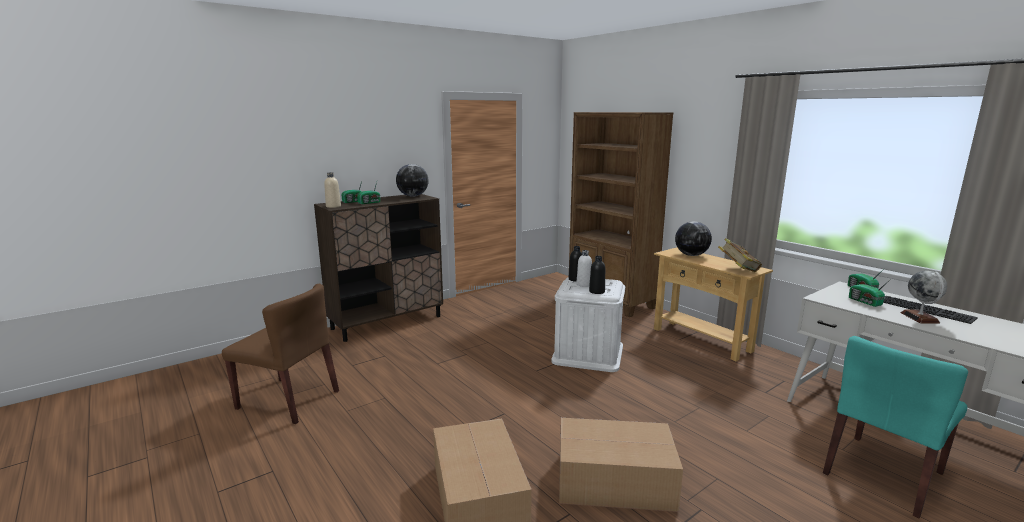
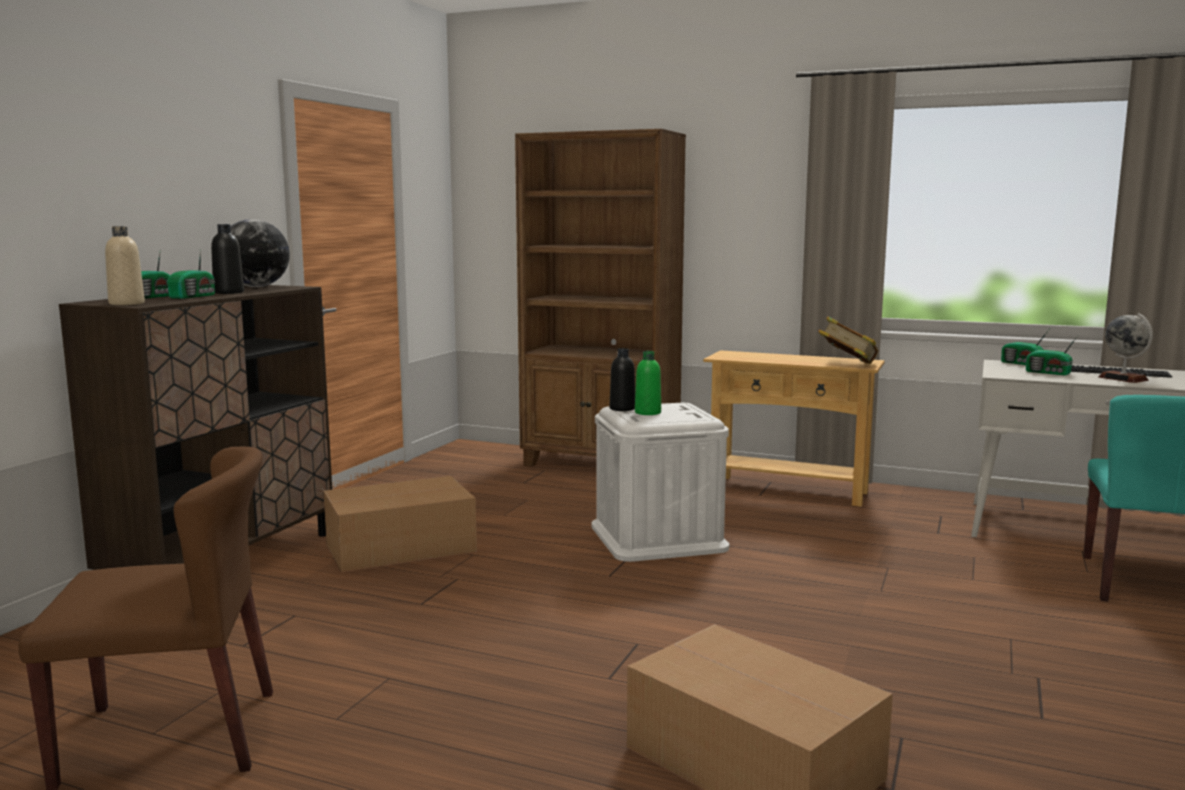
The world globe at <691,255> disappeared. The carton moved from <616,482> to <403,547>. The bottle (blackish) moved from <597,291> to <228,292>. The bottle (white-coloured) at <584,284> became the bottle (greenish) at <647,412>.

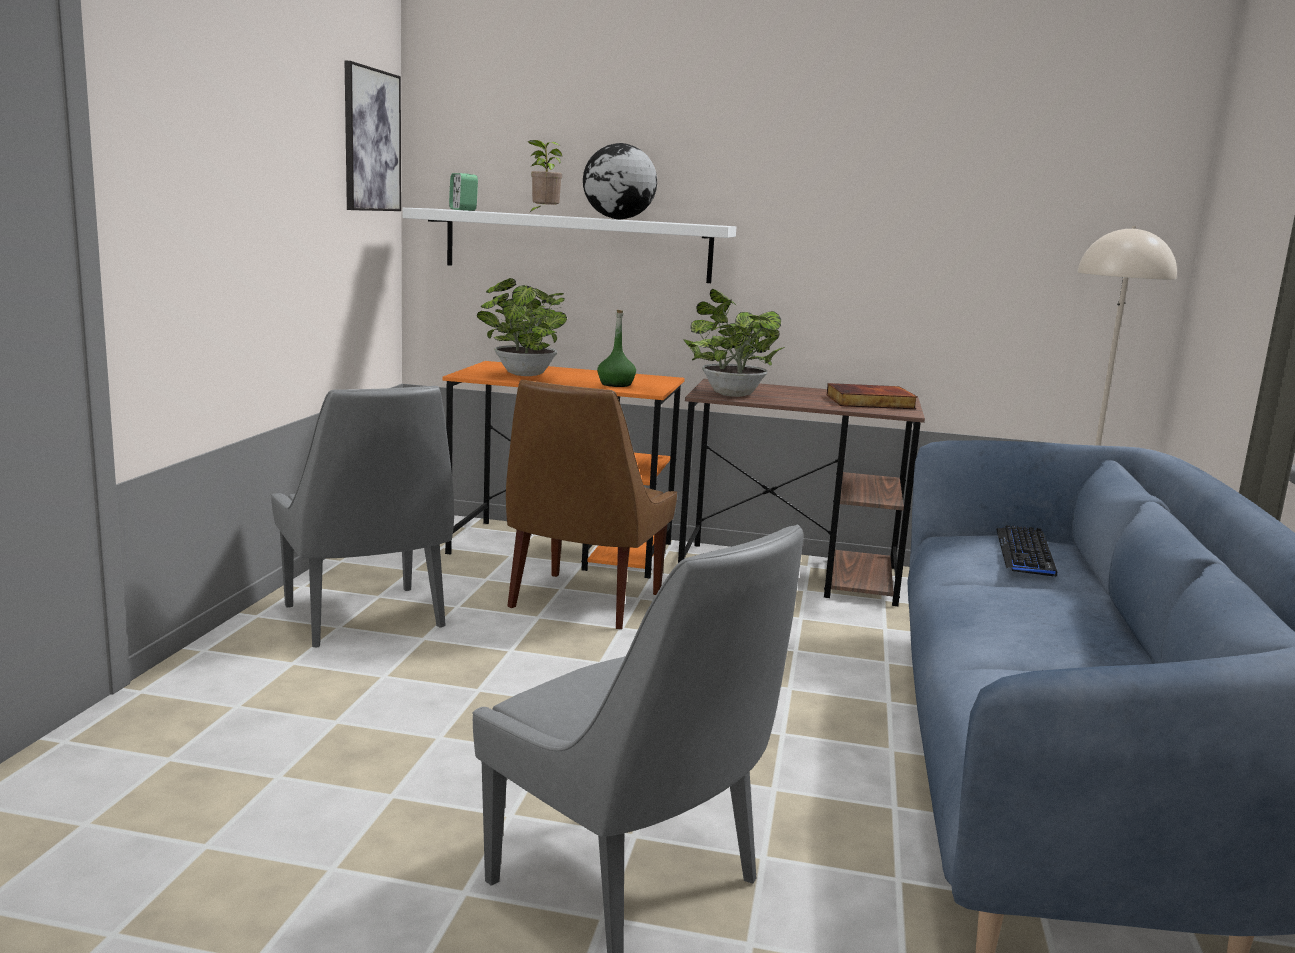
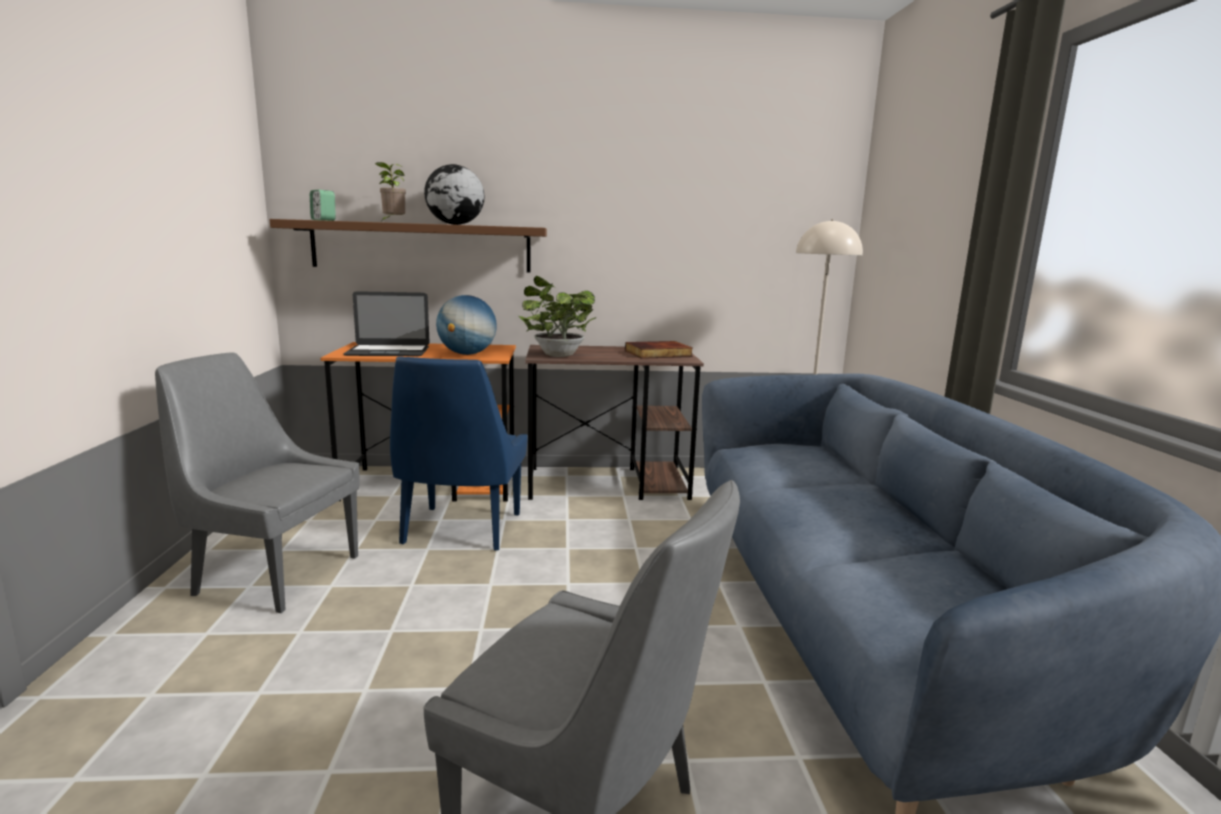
The wall art at <371,140> disappeared. The keyboard at <1025,552> disappeared. The potted plant at <522,374> was replaced by the laptop at <388,351>. The bottle (greenish) at <616,384> was replaced by the world globe at <467,354>. The bracket shelf (white-coloured) at <577,245> became the bracket shelf (brown) at <422,247>. The chair (brown) at <582,603> became the chair (blue-coloured) at <460,530>. The chair (gray) at <366,619> turned 150 degrees clockwise.

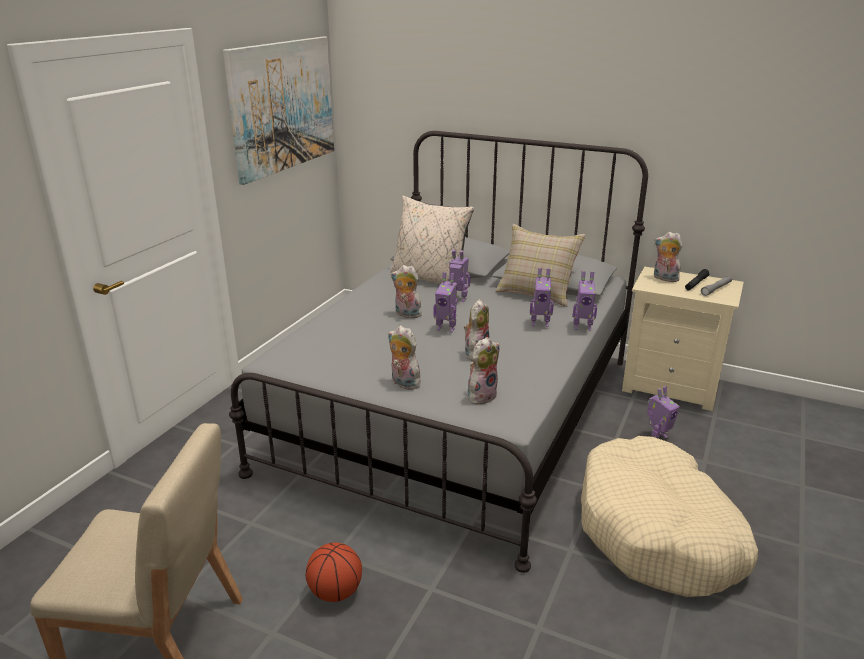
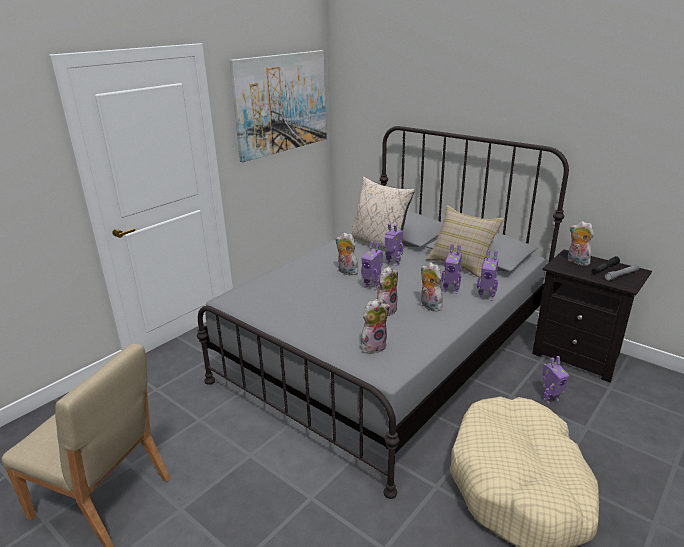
The ball for basketball at <335,592> disappeared. The soft toy moved from <403,383> to <429,306>. The nightstand (beige-coloured) at <671,387> became the nightstand (blackish) at <579,355>.

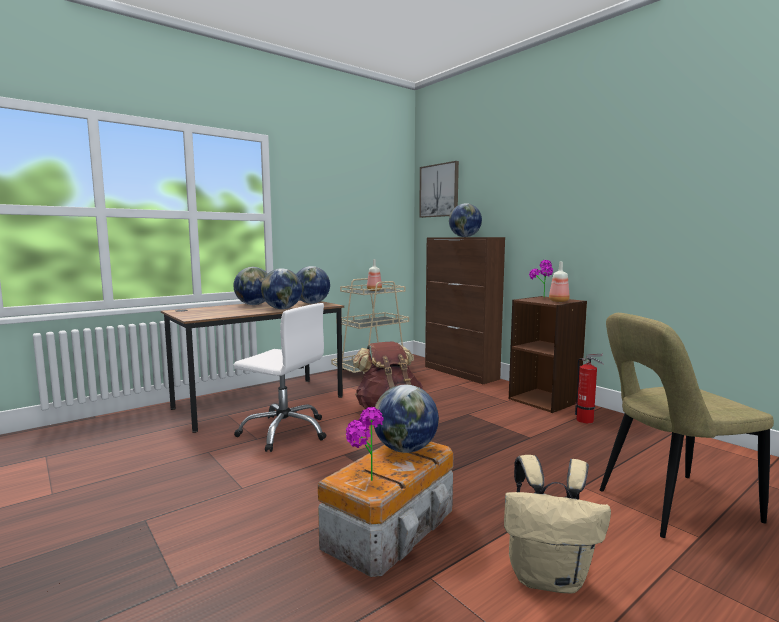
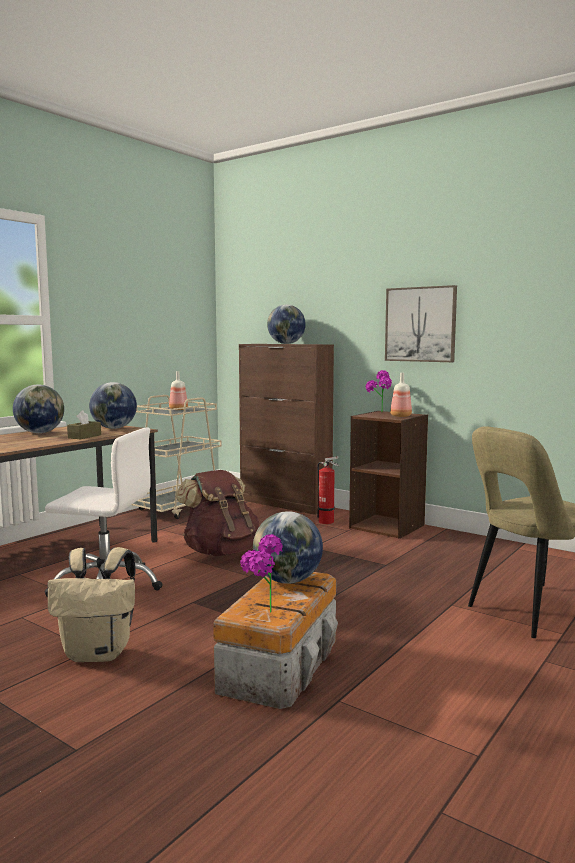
The wall art moved from <439,190> to <420,324>. The knapsack (beige-coloured) moved from <548,577> to <99,653>. The extinguisher moved from <586,421> to <327,522>. The world globe at <282,309> was replaced by the tissue box (brown) at <84,436>.

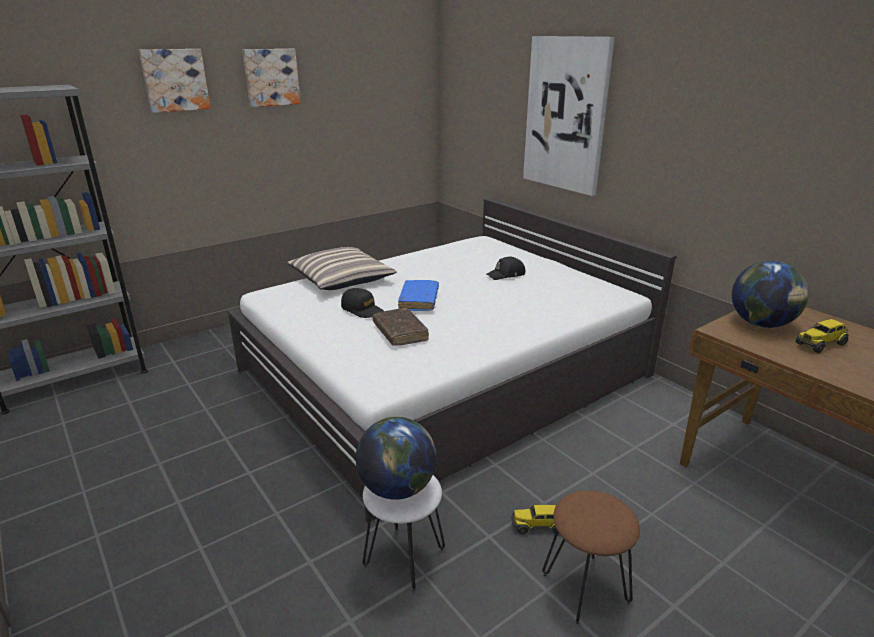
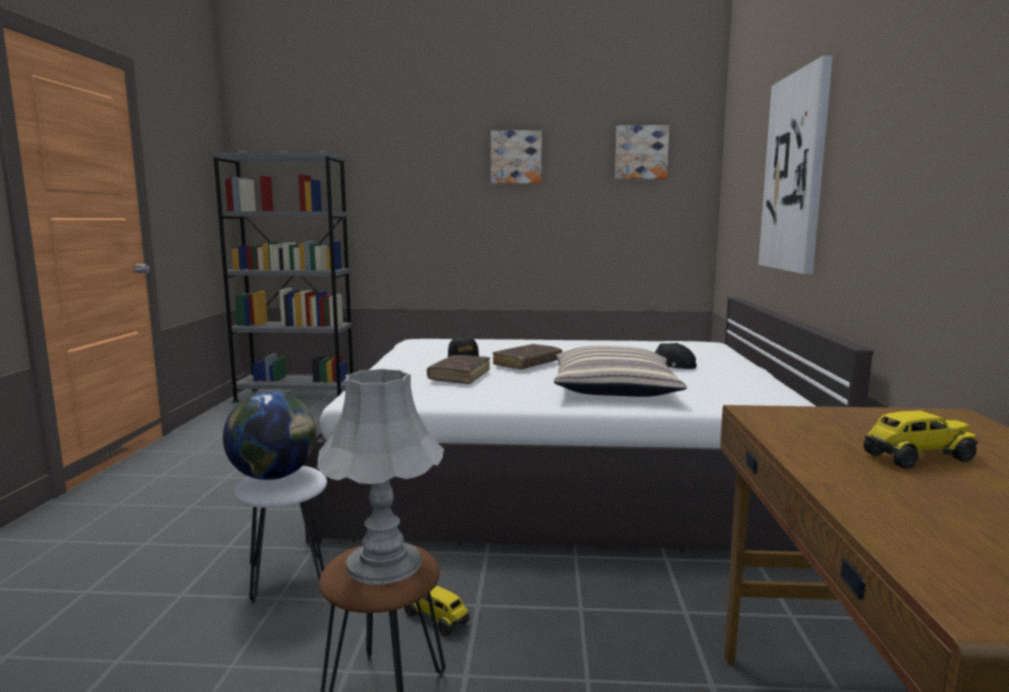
The world globe at <761,324> disappeared. The lamp for a table (gray) at <384,563> appeared. The wall art moved from <175,80> to <641,152>. The pillow moved from <341,279> to <614,389>. The bound book (blue-coloured) at <419,301> became the bound book (brown) at <527,364>. The toy lorry at <820,344> turned 150 degrees clockwise.

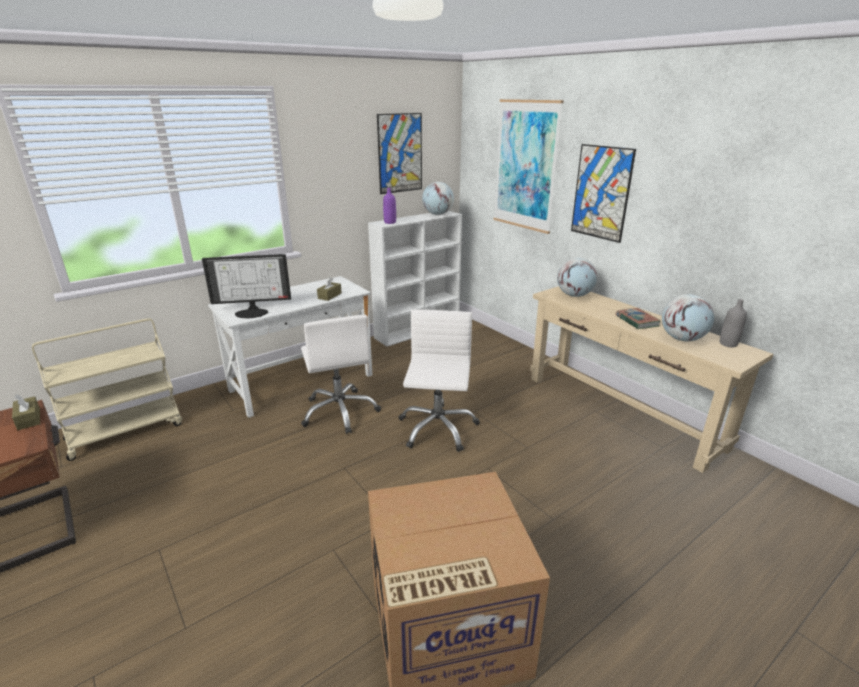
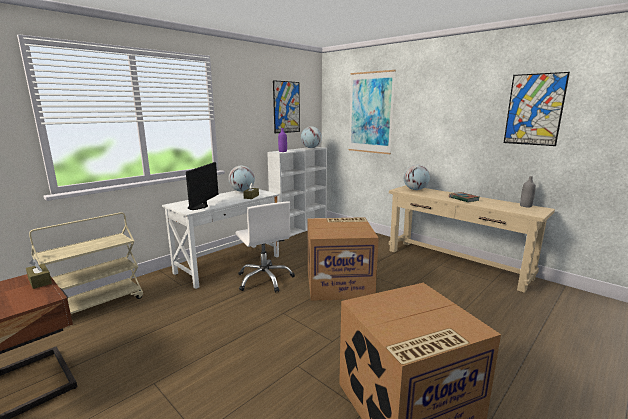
The wall art moved from <601,193> to <534,109>. The world globe moved from <682,339> to <242,191>. The desk chair (white-coloured) at <437,428> was replaced by the carton at <339,283>. The monitor at <252,312> turned 120 degrees clockwise.

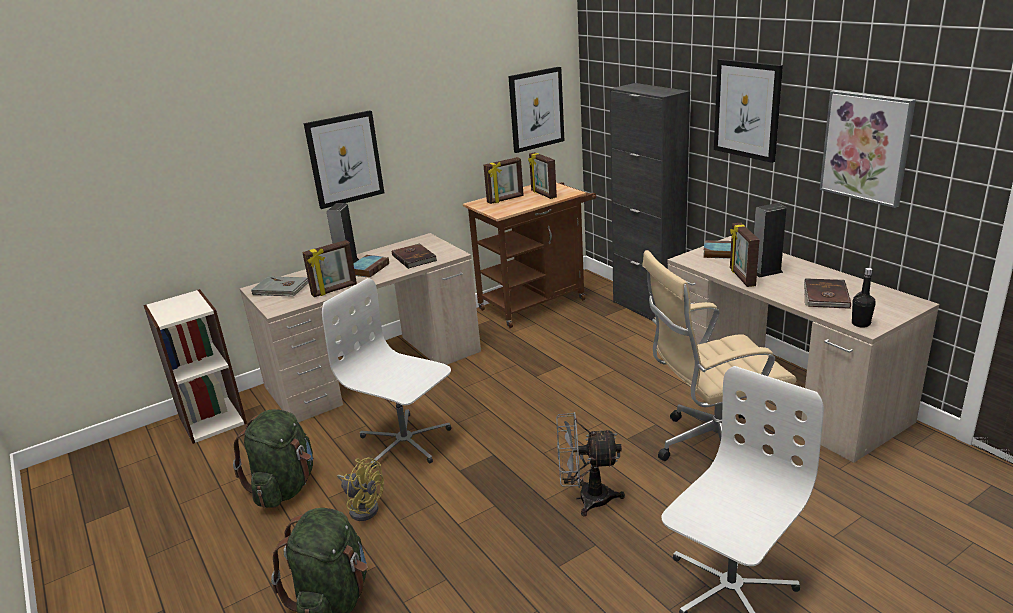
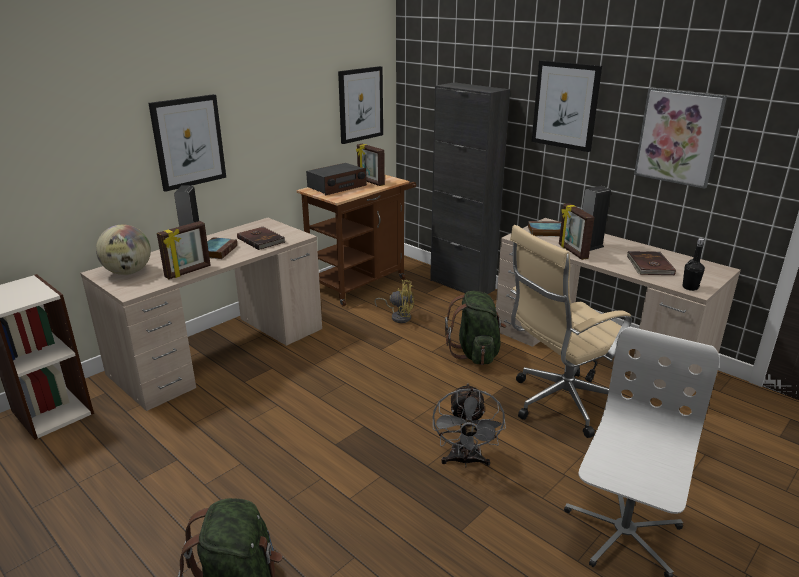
The desk chair (white-coloured) at <404,442> disappeared. The knapsack (greenish) moved from <285,487> to <475,353>. The cooling fan (yellow) moved from <363,507> to <399,316>. The bound book (gray) at <281,289> was replaced by the world globe at <128,272>. The photo frame at <505,199> was replaced by the radio receiver at <337,186>. The cooling fan (gray) at <586,498> turned 75 degrees counterclockwise.

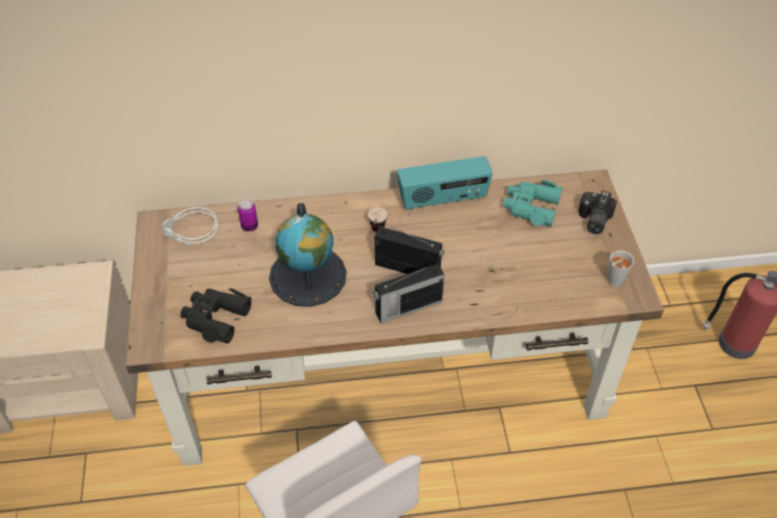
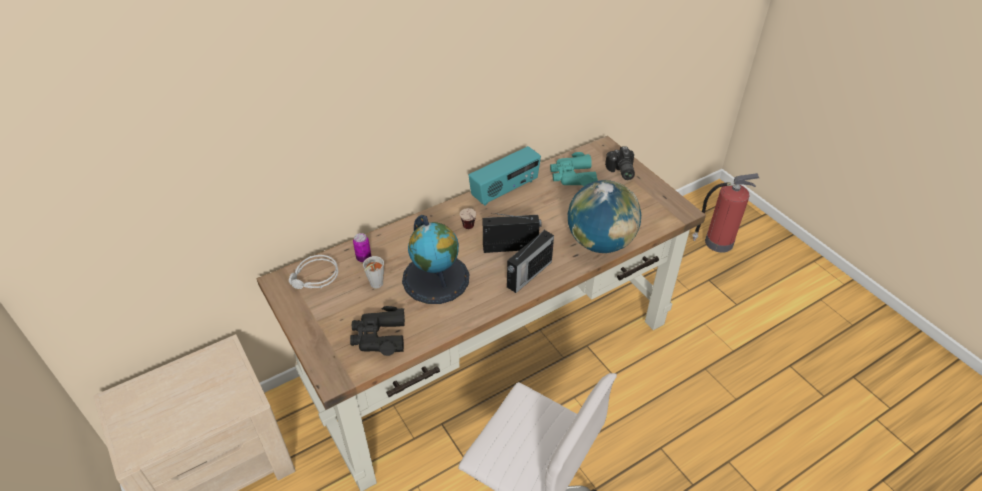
The world globe at <600,243> appeared. The small cup (gray) moved from <612,282> to <374,285>.

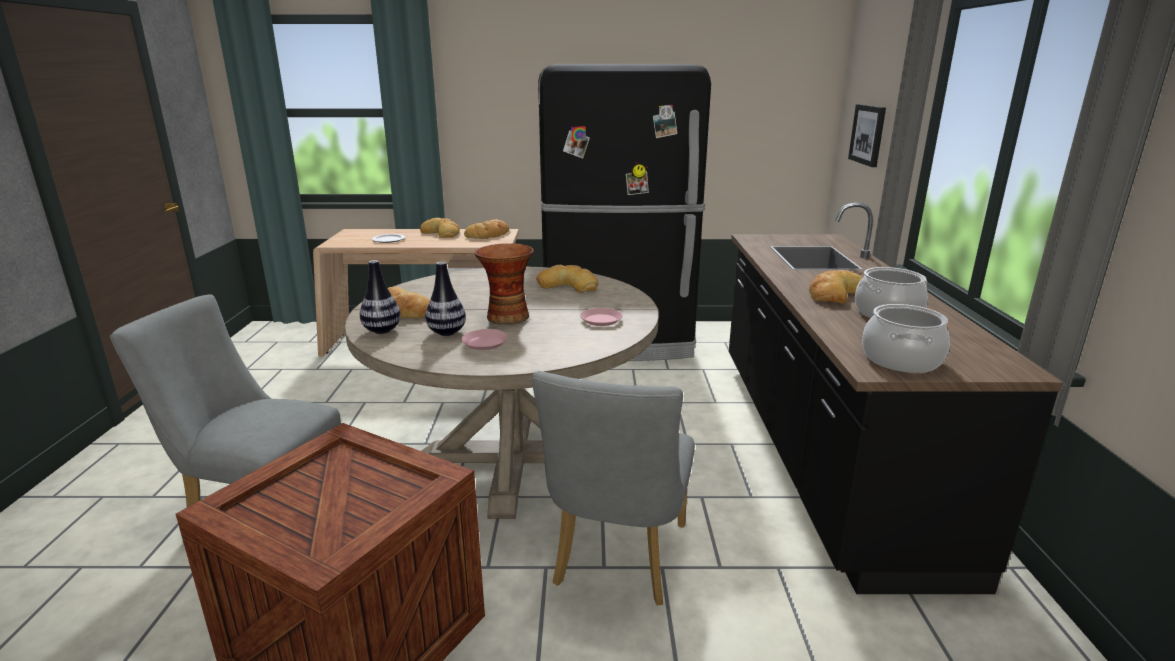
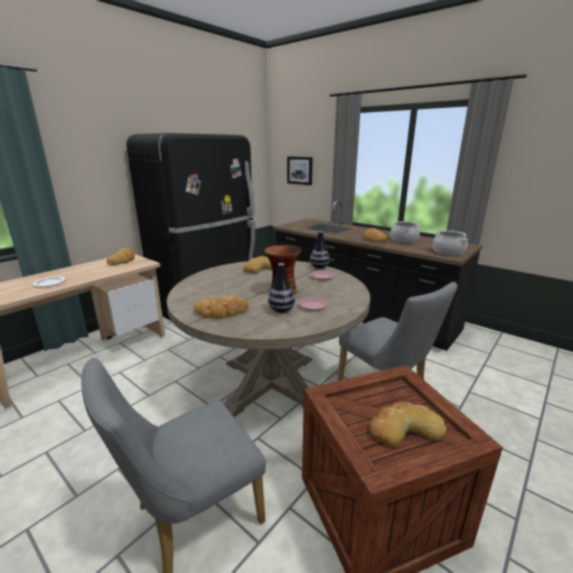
The flower vase moved from <382,330> to <319,267>. The baked bread moved from <441,233> to <404,428>.

